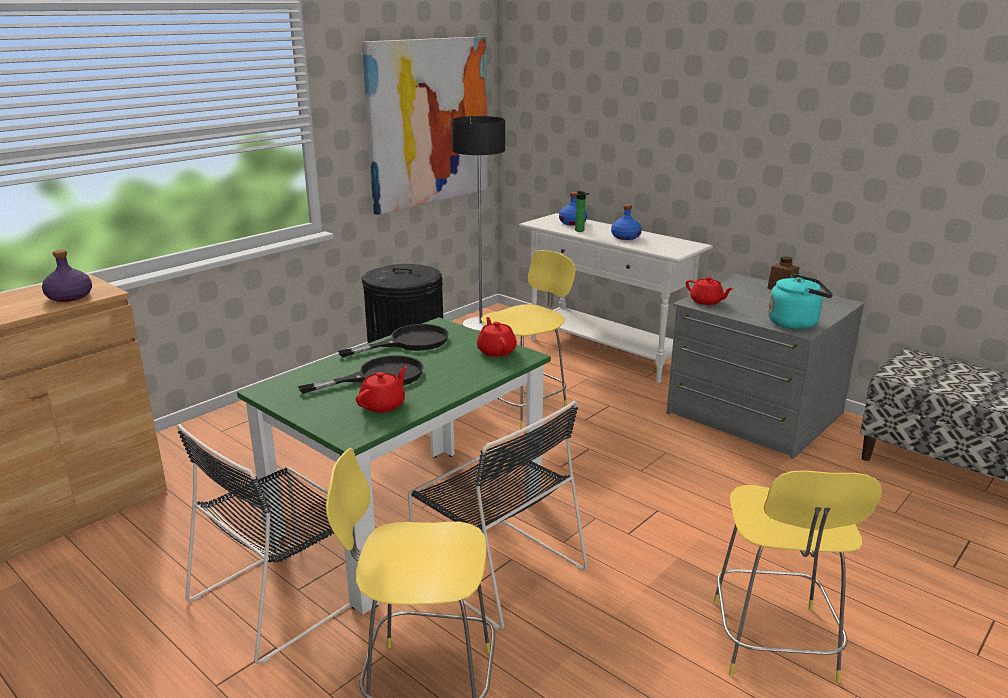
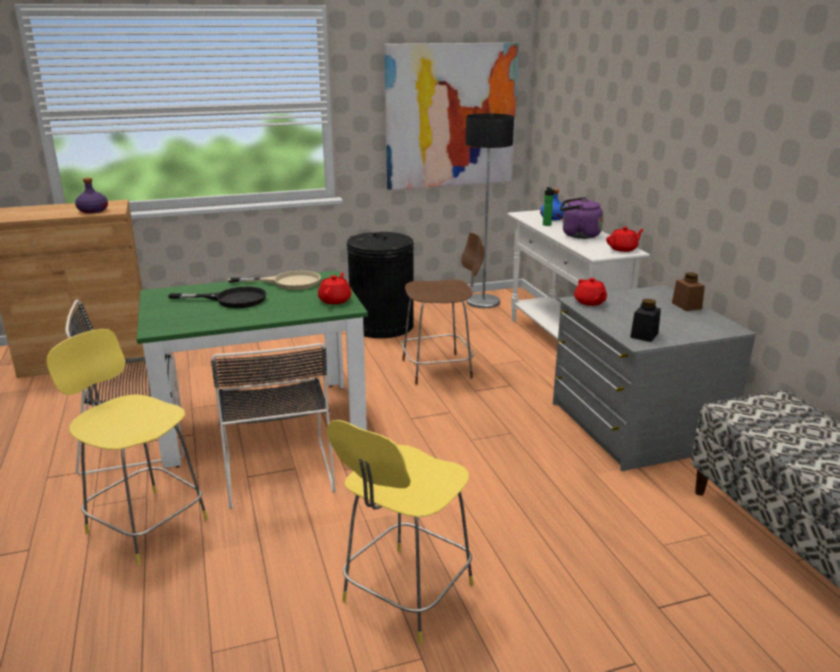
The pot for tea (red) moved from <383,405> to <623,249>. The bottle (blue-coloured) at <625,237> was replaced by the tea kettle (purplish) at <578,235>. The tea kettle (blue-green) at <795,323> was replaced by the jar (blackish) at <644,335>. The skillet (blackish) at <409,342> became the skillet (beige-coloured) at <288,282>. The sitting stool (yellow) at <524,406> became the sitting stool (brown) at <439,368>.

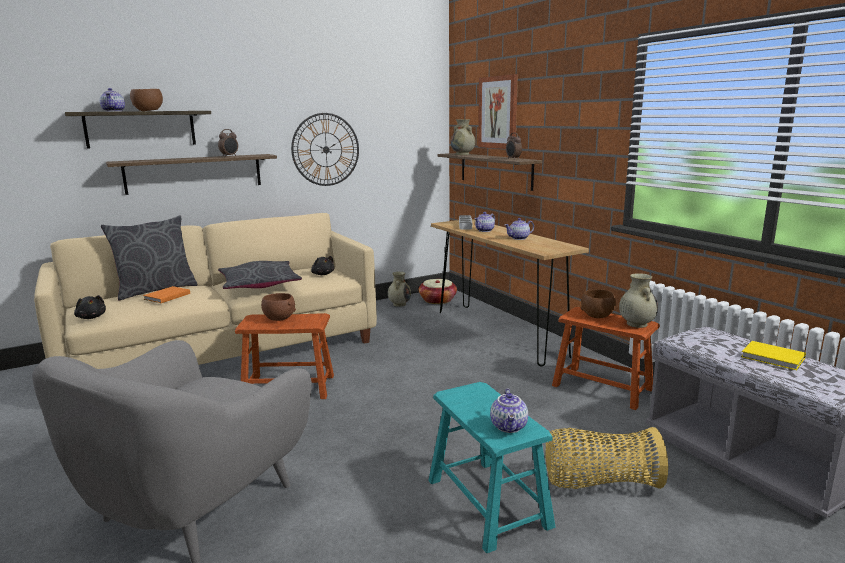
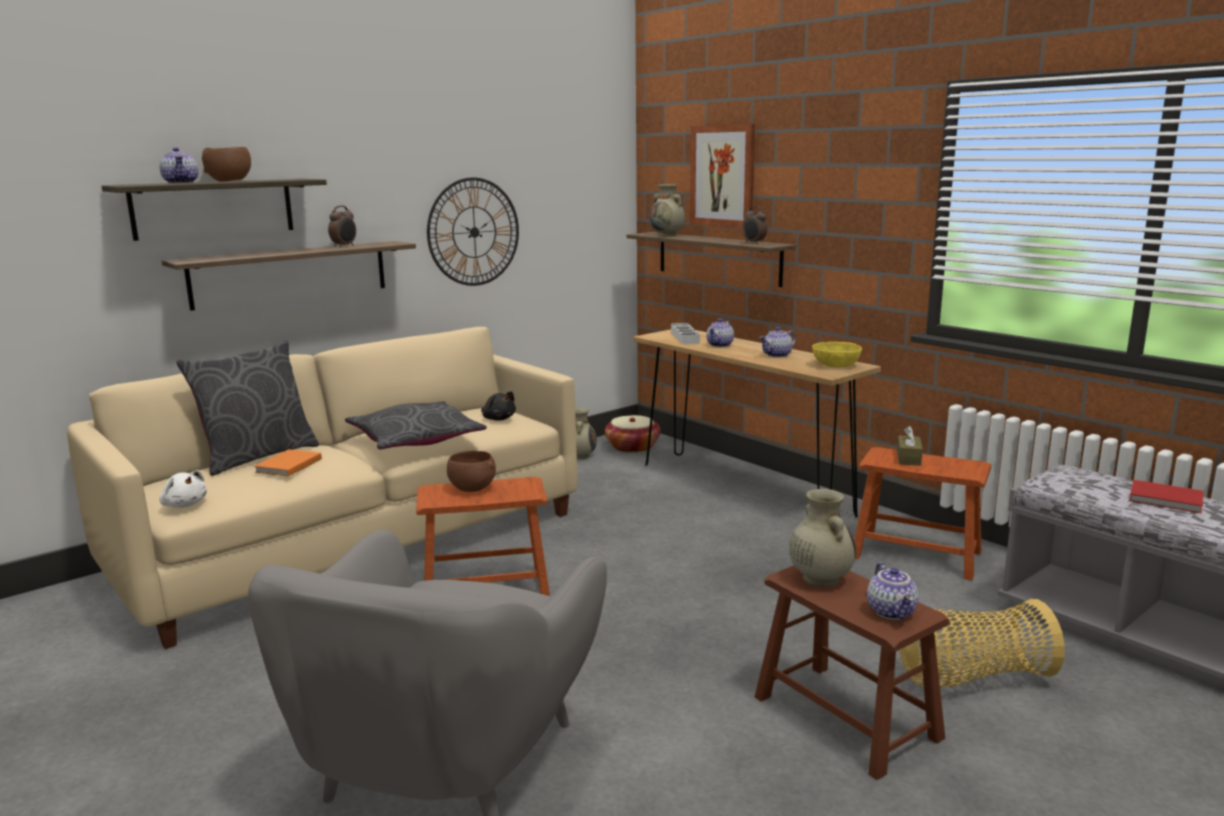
The serving bowl (yellow) at <835,365> appeared. The flower vase (beige-coloured) moved from <636,324> to <820,578>. The serving bowl (brown) at <597,316> was replaced by the tissue box (brown) at <908,458>. The soft toy (blackish) at <91,317> became the soft toy (white-coloured) at <184,505>. The sitting stool (blue-green) at <488,502> became the sitting stool (brown) at <846,717>. The bound book (yellow) at <774,358> became the bound book (red) at <1167,500>.

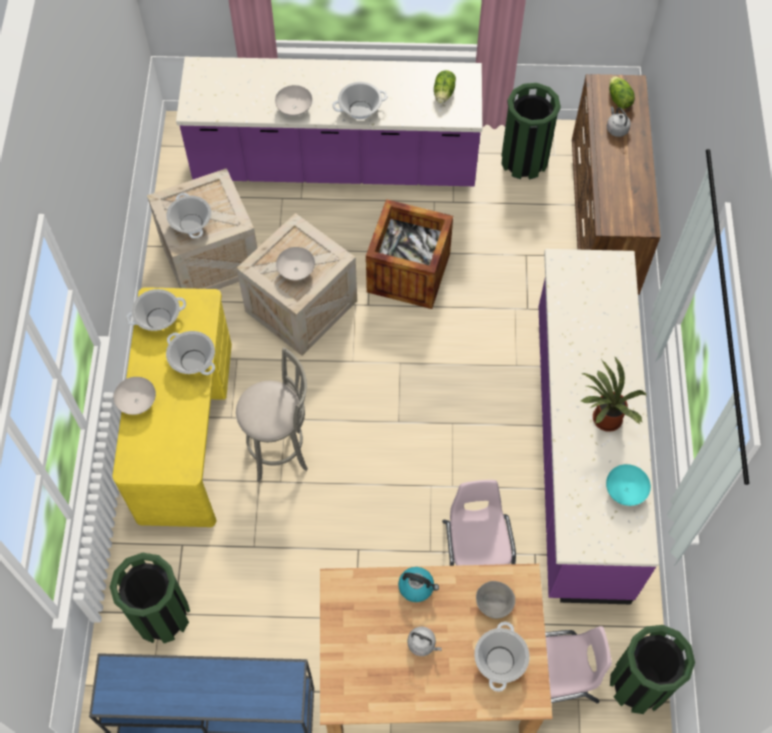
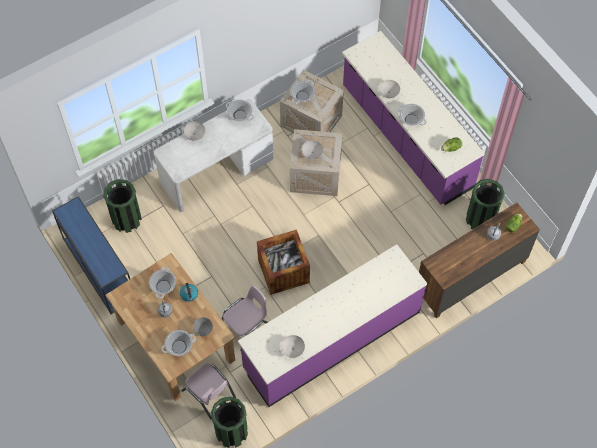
The sitting stool (gray) at <281,449> disappeared. The potted plant at <604,420> disappeared. The cooking pot moved from <193,361> to <163,286>. The shipping crate moved from <408,272> to <283,271>. The desk table (yellow) at <185,430> became the desk table (white-coloured) at <216,170>. The serving bowl (blue-green) at <624,490> became the serving bowl (white-coloured) at <292,349>.

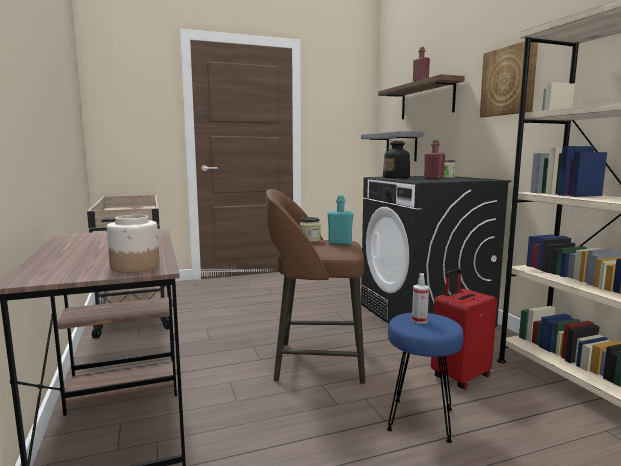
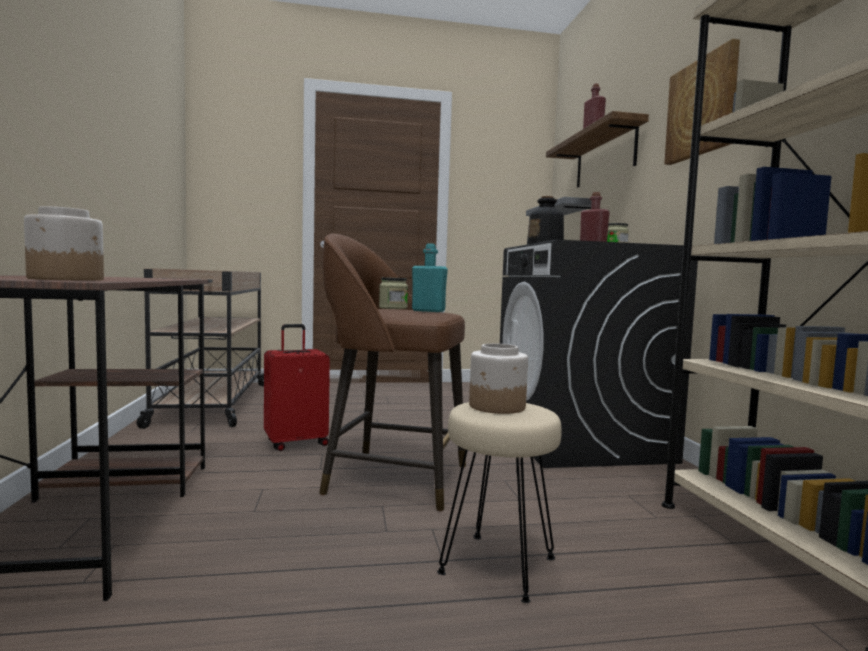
The travel case (red) moved from <459,376> to <296,443>. The hand sprayer at <419,320> was replaced by the jar at <497,407>. The sitting stool (blue-coloured) at <420,420> became the sitting stool (beige-coloured) at <497,567>.

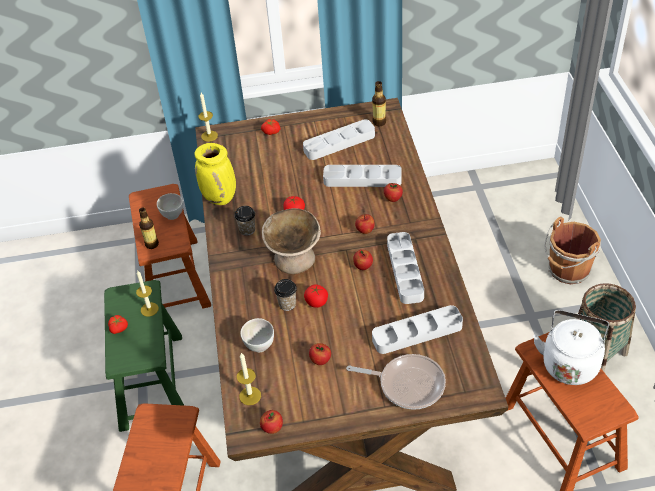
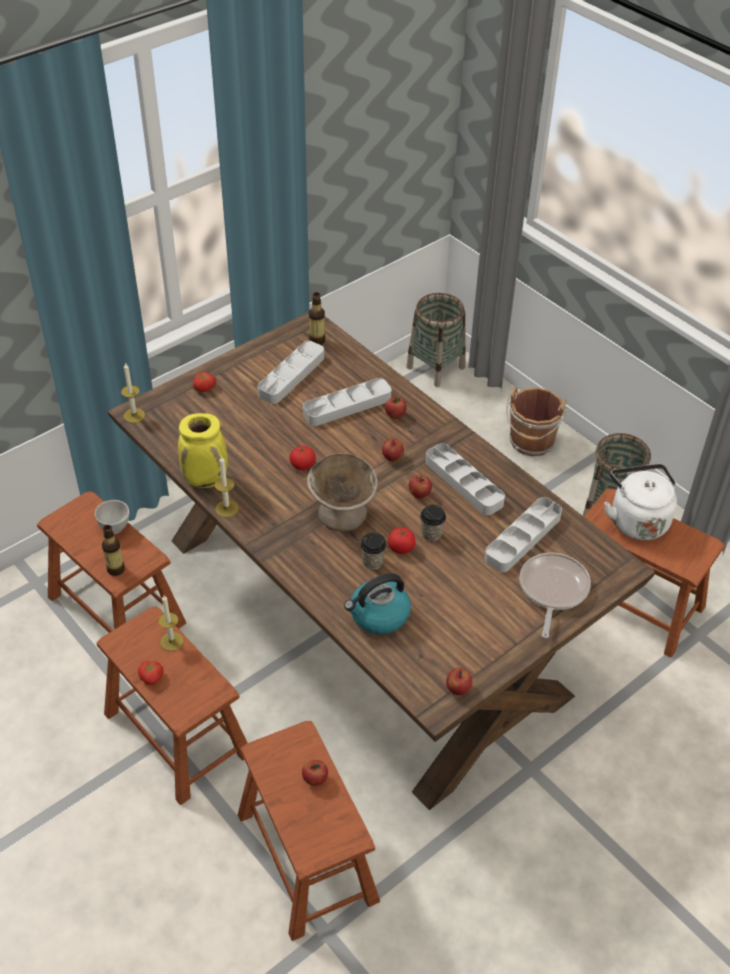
The household basket at <435,367> appeared. The small cup moved from <247,230> to <431,534>. The wax candle moved from <250,396> to <226,508>. The apple moved from <320,360> to <315,779>. The serving bowl (white-coloured) at <259,346> was replaced by the tea kettle at <378,615>. The sitting stool (greenish) at <151,381> became the sitting stool (brown) at <177,734>. The skillet at <408,384> turned 60 degrees counterclockwise.

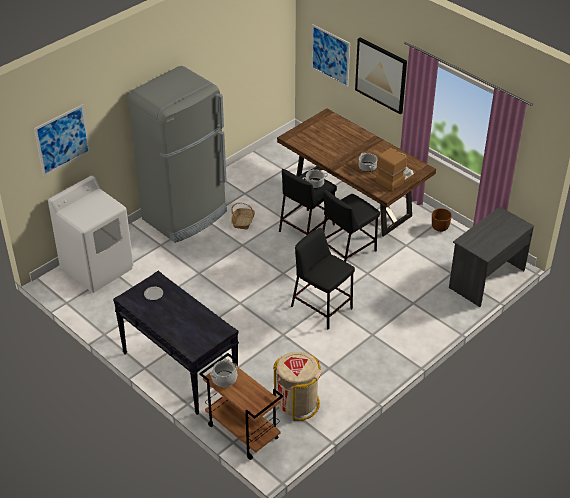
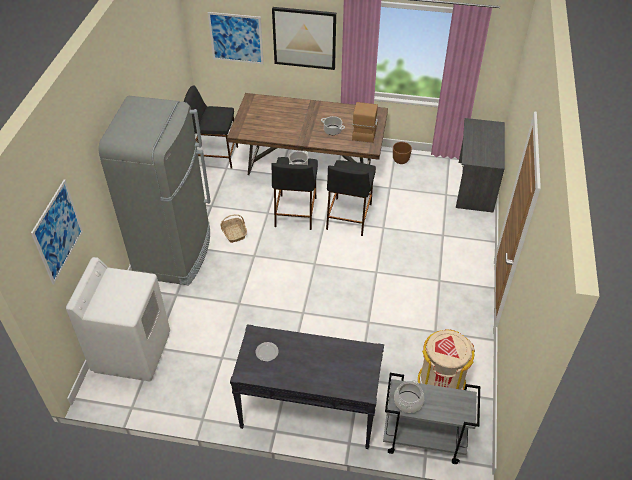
The sitting stool (blackish) moved from <322,307> to <215,155>. The trolley (brown) at <242,432> became the trolley (gray) at <423,440>.

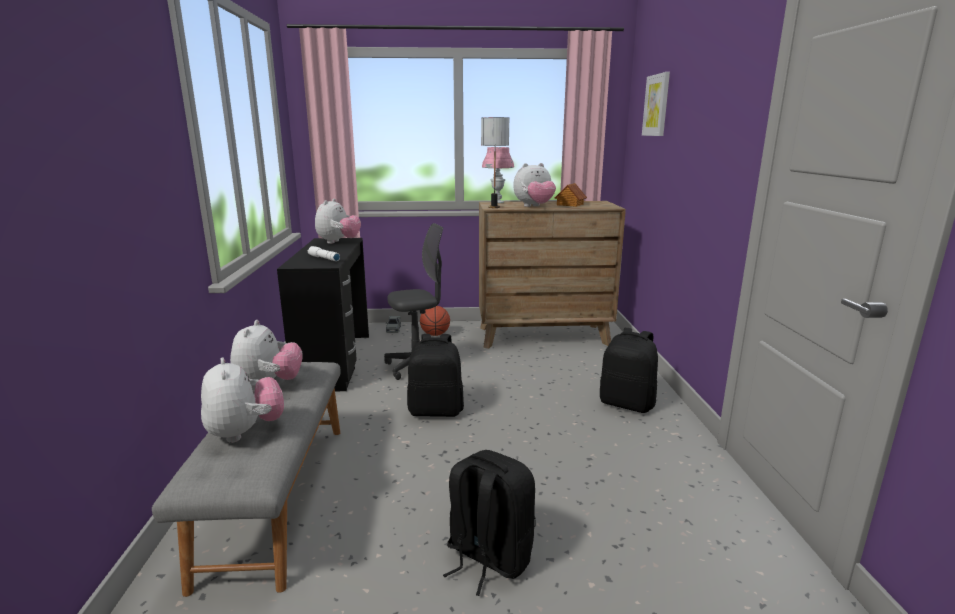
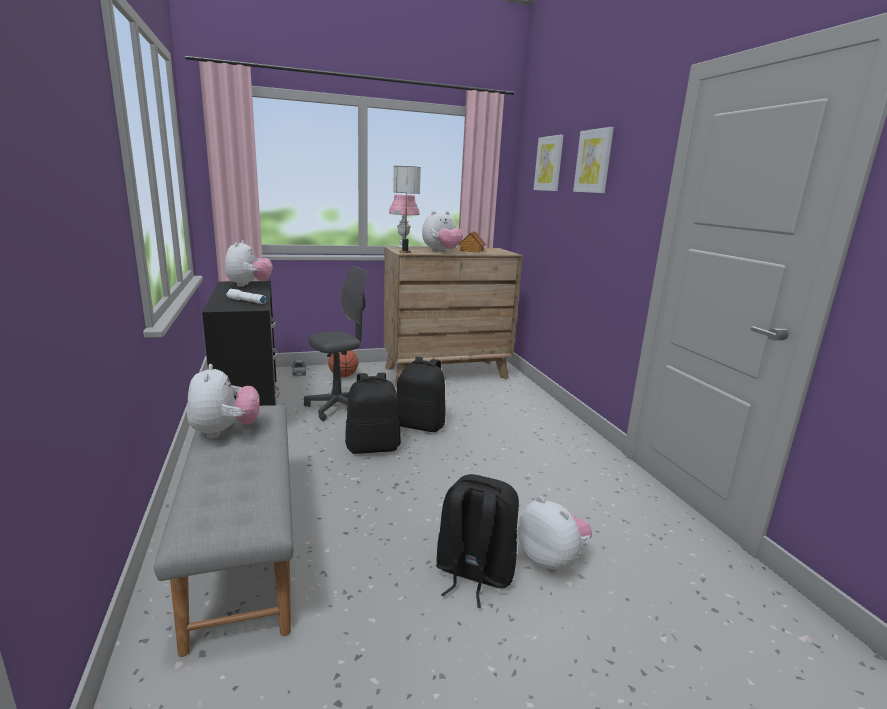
The wall art at <594,161> appeared. The soft toy moved from <245,432> to <551,560>. The knapsack (blackish) moved from <627,403> to <421,425>.

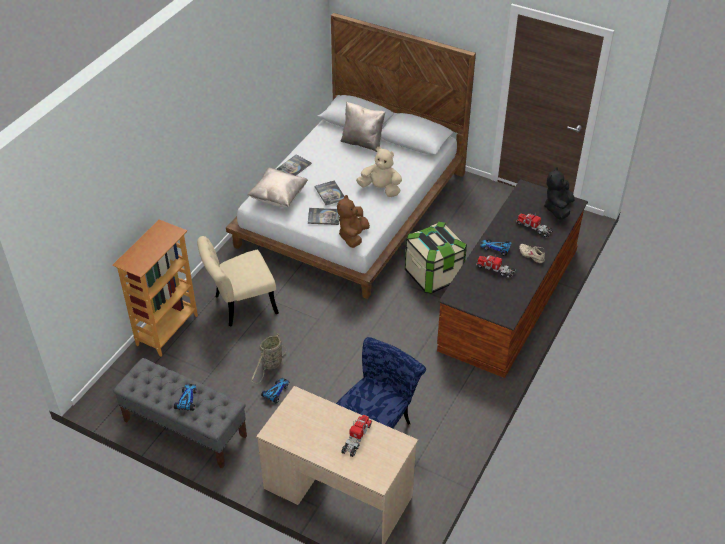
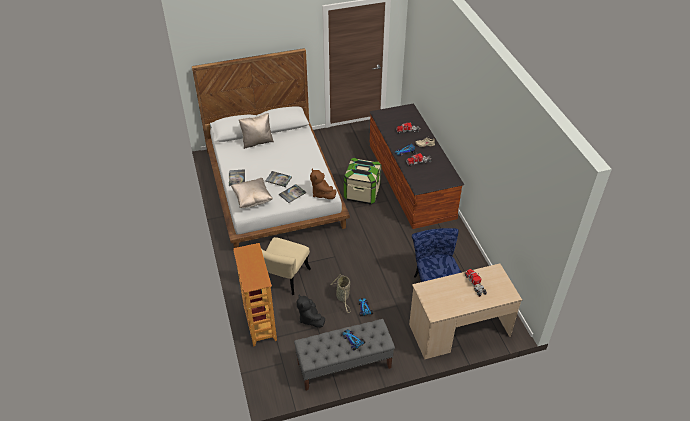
The soft toy (beige-coloured) at <380,189> disappeared. The soft toy (blackish) moved from <558,209> to <310,318>.

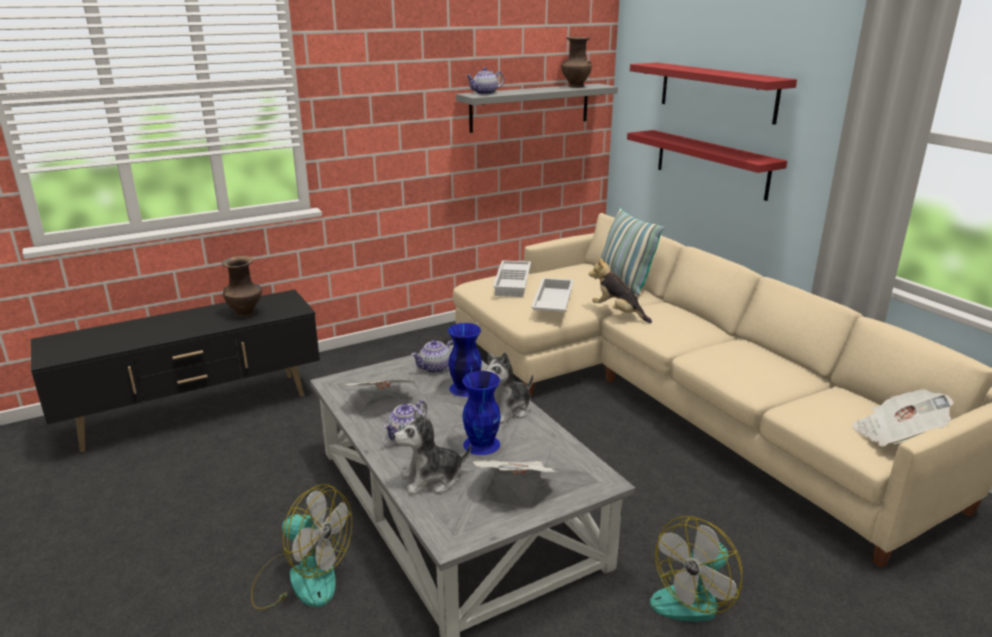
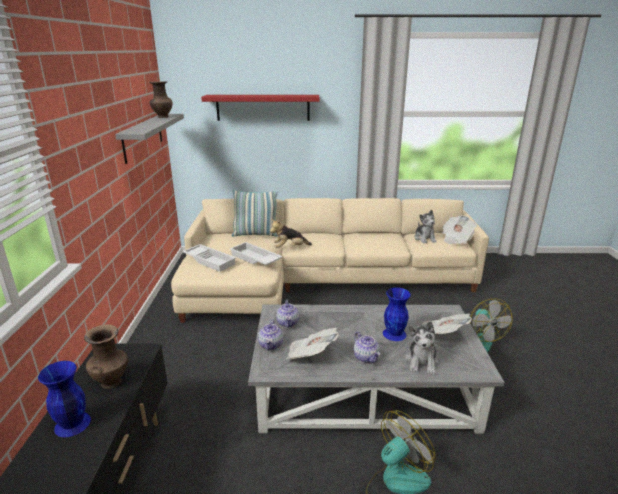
The bracket shelf (red) at <711,164> disappeared. The flower vase (blue-coloured) moved from <464,388> to <72,424>. The pot for tea moved from <485,93> to <271,345>. The soft toy moved from <507,410> to <424,239>.

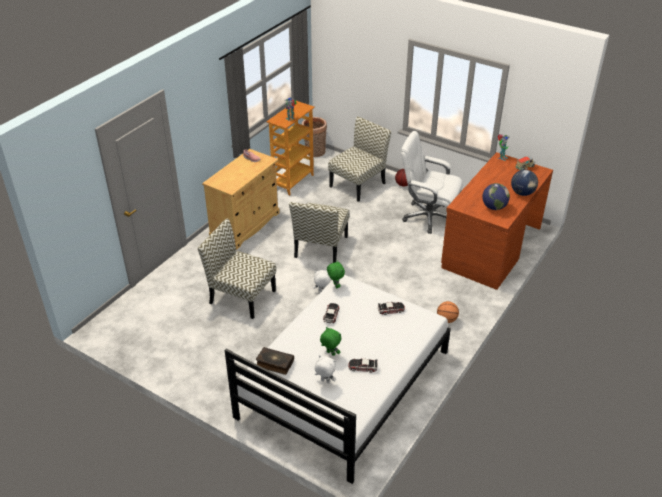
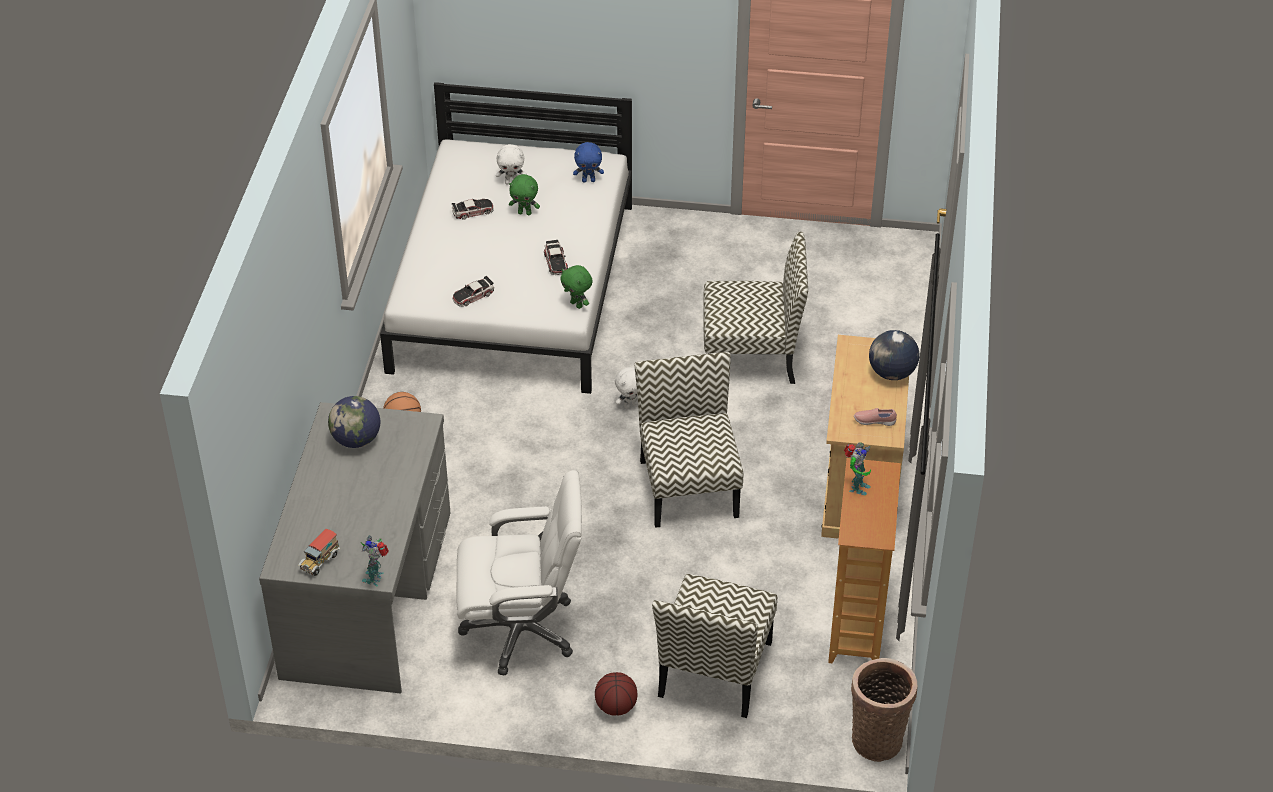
The world globe moved from <522,193> to <891,373>. The bound book at <274,364> was replaced by the soft toy (blue-coloured) at <588,180>. The desk table (brown) at <491,247> became the desk table (gray) at <368,595>.

